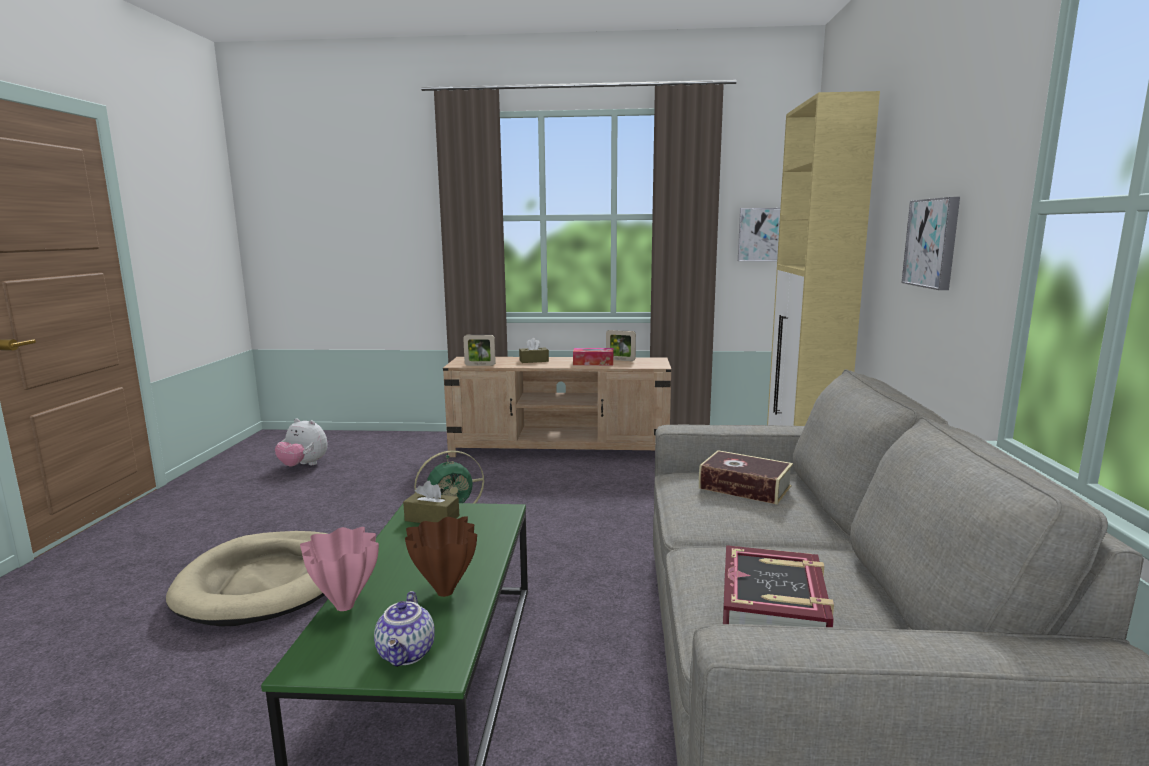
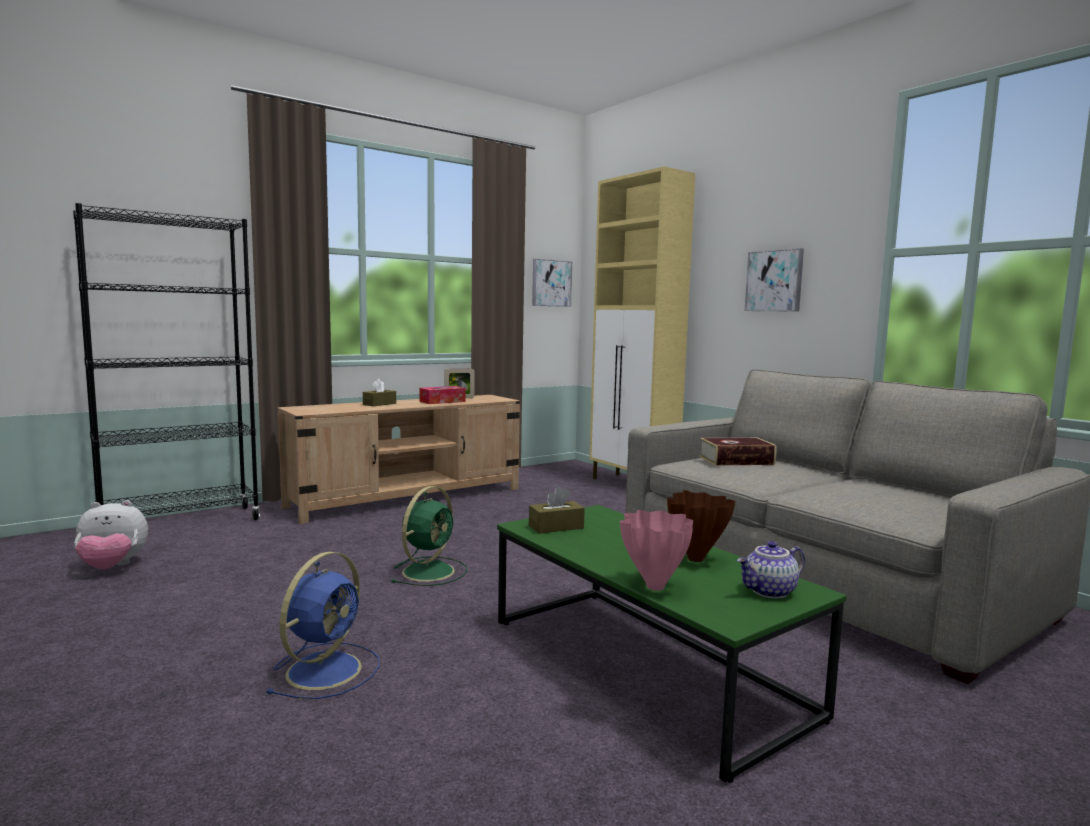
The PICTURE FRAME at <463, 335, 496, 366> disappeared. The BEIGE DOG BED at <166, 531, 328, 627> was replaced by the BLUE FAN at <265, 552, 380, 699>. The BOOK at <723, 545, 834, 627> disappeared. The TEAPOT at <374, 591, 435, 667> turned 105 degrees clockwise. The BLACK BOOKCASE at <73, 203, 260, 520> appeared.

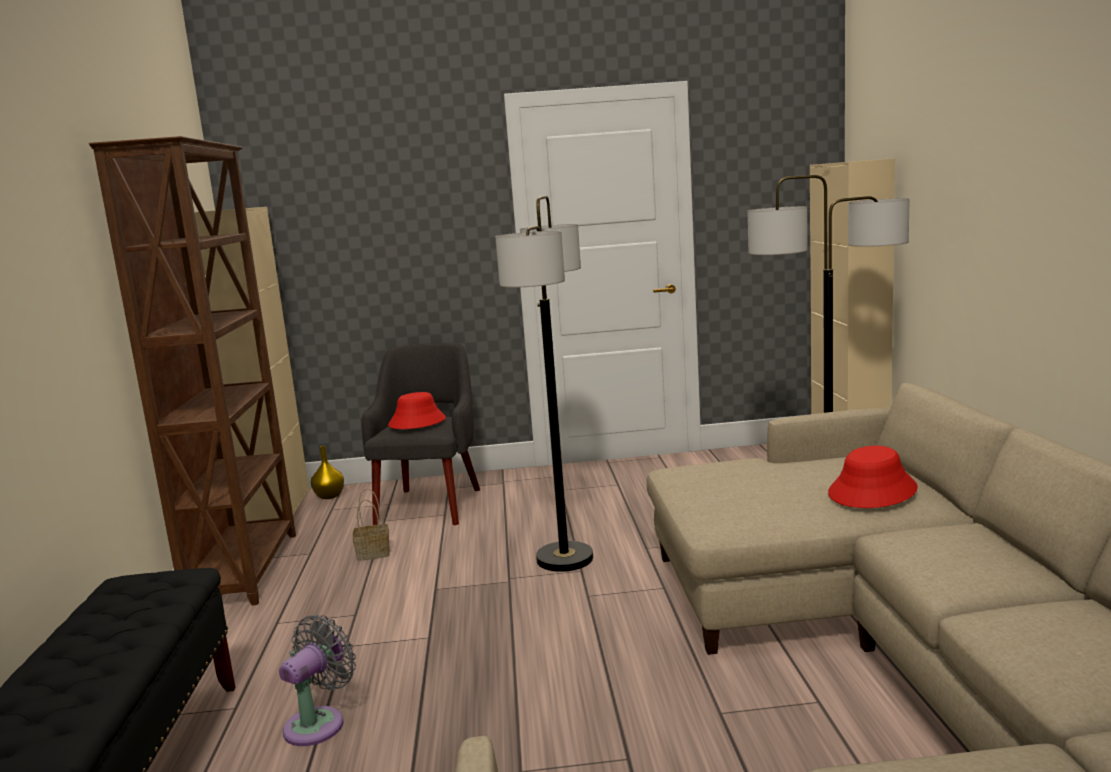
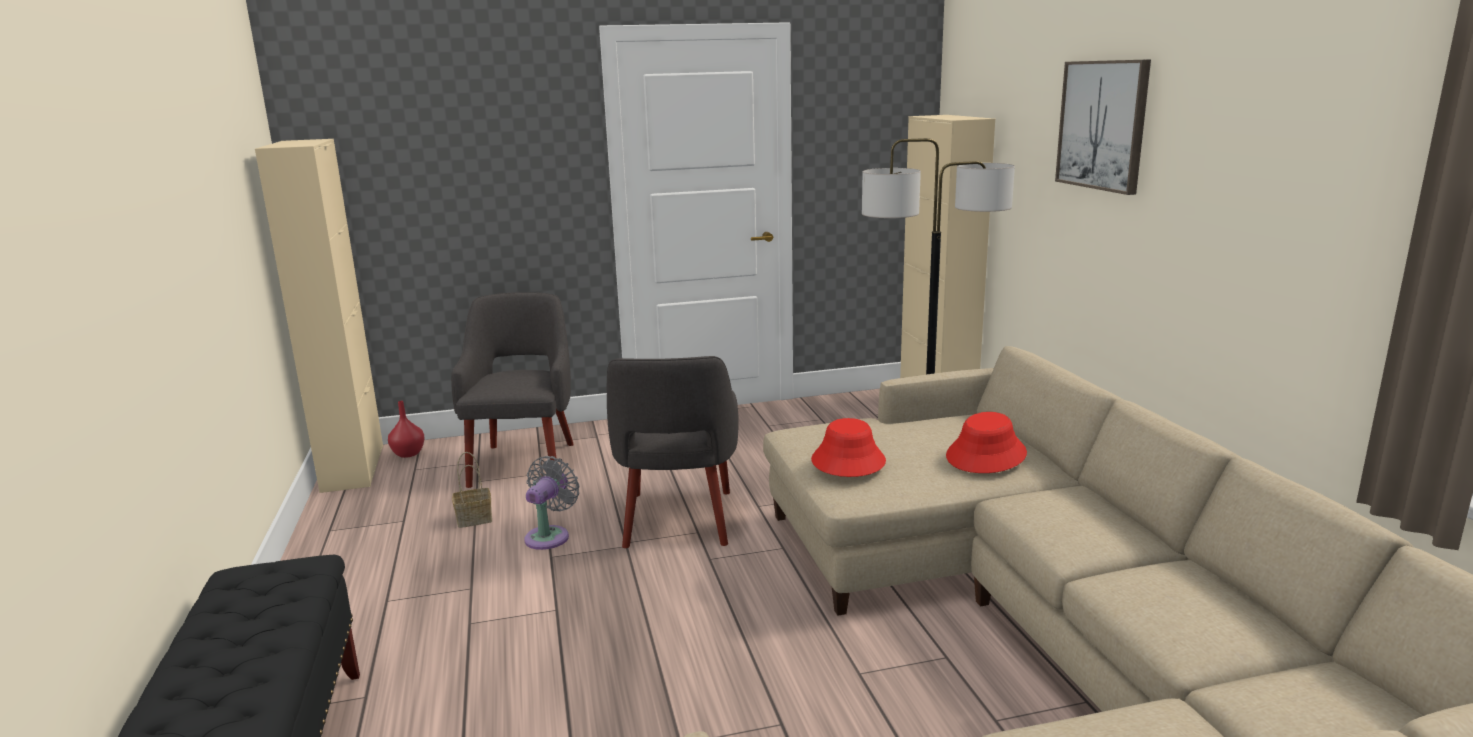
The BROWN BOOKCASE at <89, 136, 296, 606> disappeared. The FLOOR LAMP at <495, 195, 593, 572> was replaced by the GREY ARMCHAIR at <607, 356, 739, 548>. The RED HAT moved from <388, 392, 446, 429> to <811, 418, 886, 477>. The YELLOW VASE at <311, 446, 344, 499> became the RED VASE at <388, 401, 425, 458>. The GREY FAN moved from <279, 615, 356, 746> to <524, 456, 580, 550>. The PICTURE at <1055, 59, 1151, 195> appeared.

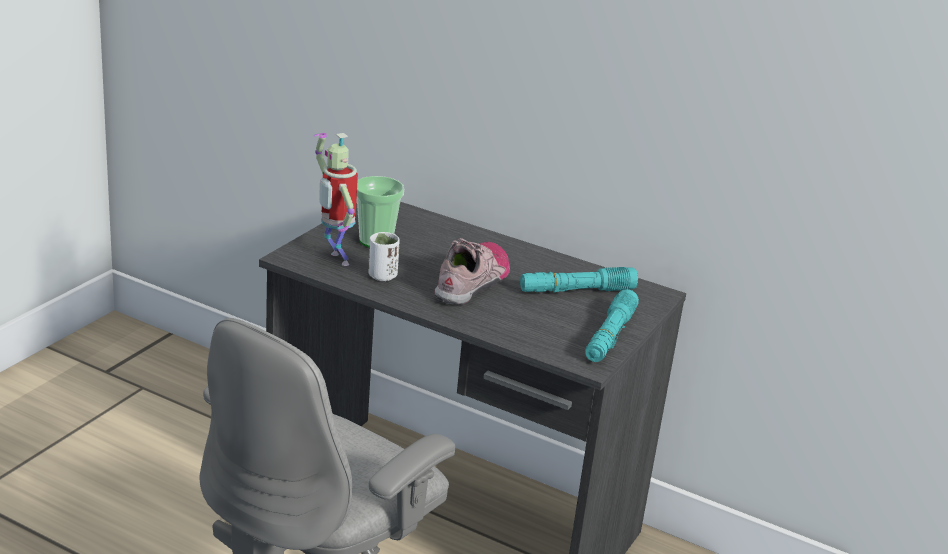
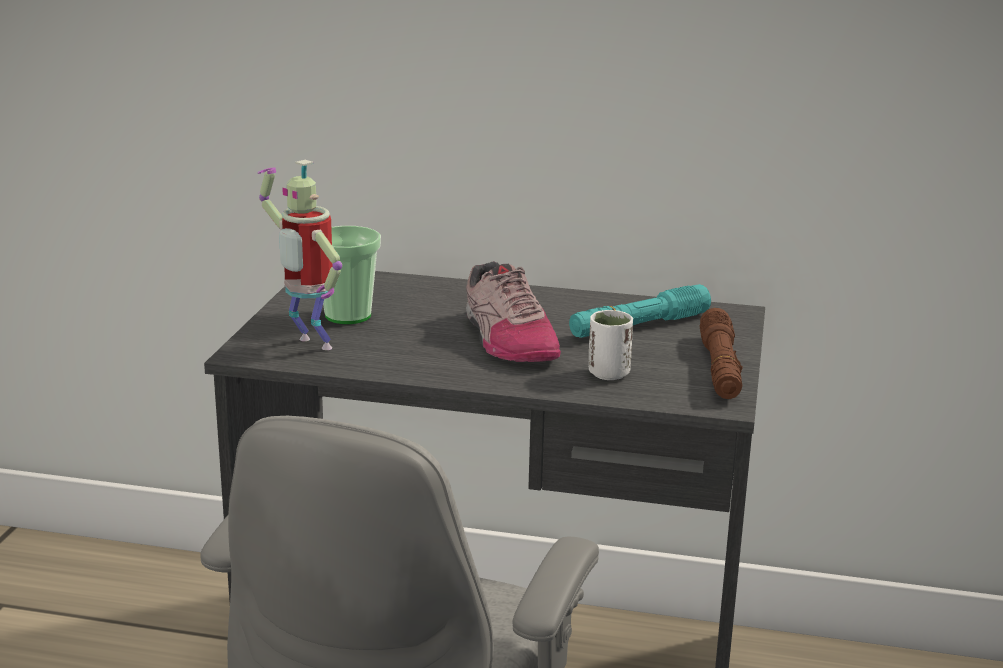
The WHITE CUP moved from <369, 232, 400, 281> to <589, 310, 634, 380>. The SHOE at <434, 238, 510, 305> turned 150 degrees clockwise. The TURQUOISE FLASHLIGHT at <585, 289, 639, 362> became the BROWN FLASHLIGHT at <700, 308, 743, 399>.

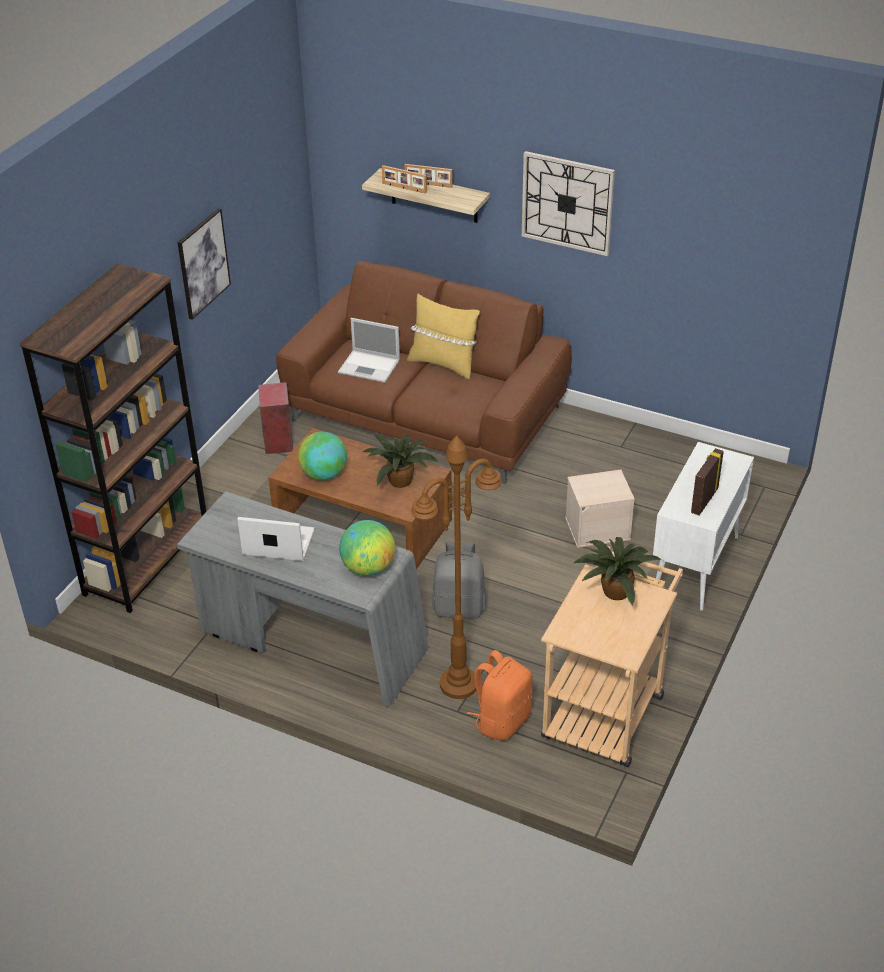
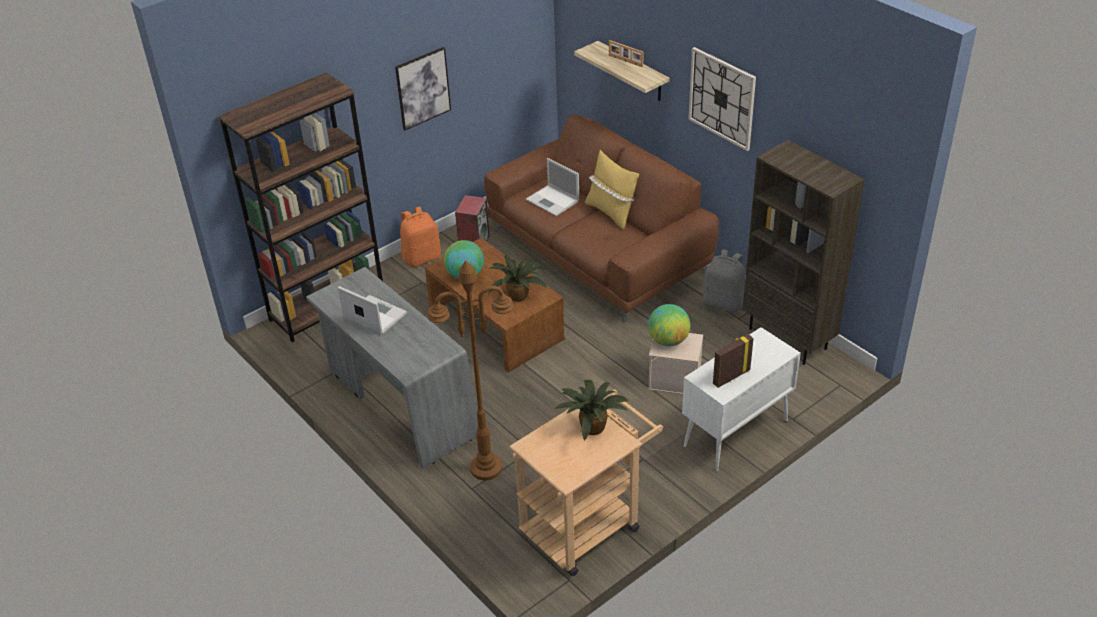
The PICTURE FRAME at <382, 165, 427, 193> disappeared. The GLOBE moved from <339, 520, 395, 576> to <648, 304, 690, 346>. The GREY BACKPACK moved from <432, 542, 486, 619> to <703, 249, 745, 313>. The ORANGE BACKPACK moved from <467, 650, 533, 741> to <400, 207, 441, 267>. The BROWN BOOKCASE at <742, 140, 865, 365> appeared.

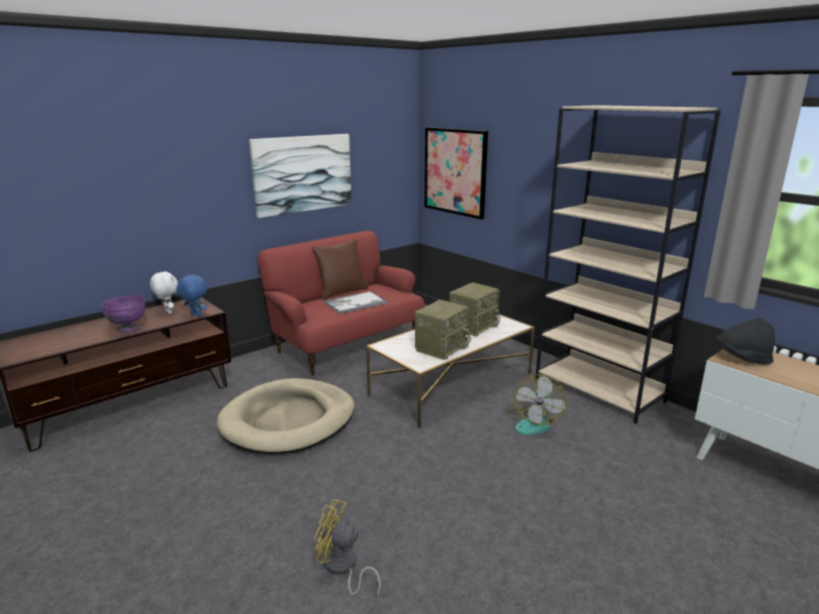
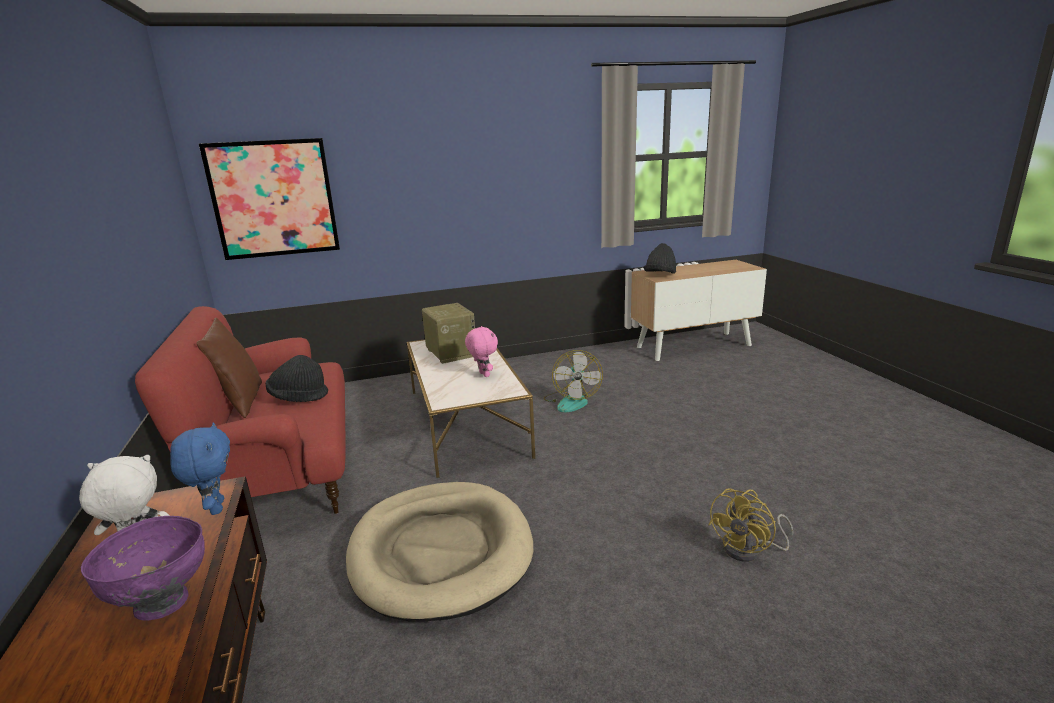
The BEIGE BOOKCASE at <535, 105, 721, 424> disappeared. The PICTURE at <249, 134, 352, 218> disappeared. The BLUE PLUSH TOY at <177, 275, 208, 317> turned 105 degrees clockwise. The TRAY at <324, 291, 387, 314> was replaced by the BLACK HAT at <266, 355, 328, 402>. The RADIO at <415, 300, 471, 360> was replaced by the PINK PLUSH TOY at <465, 326, 498, 377>. The FAN at <507, 374, 567, 435> turned 45 degrees clockwise.

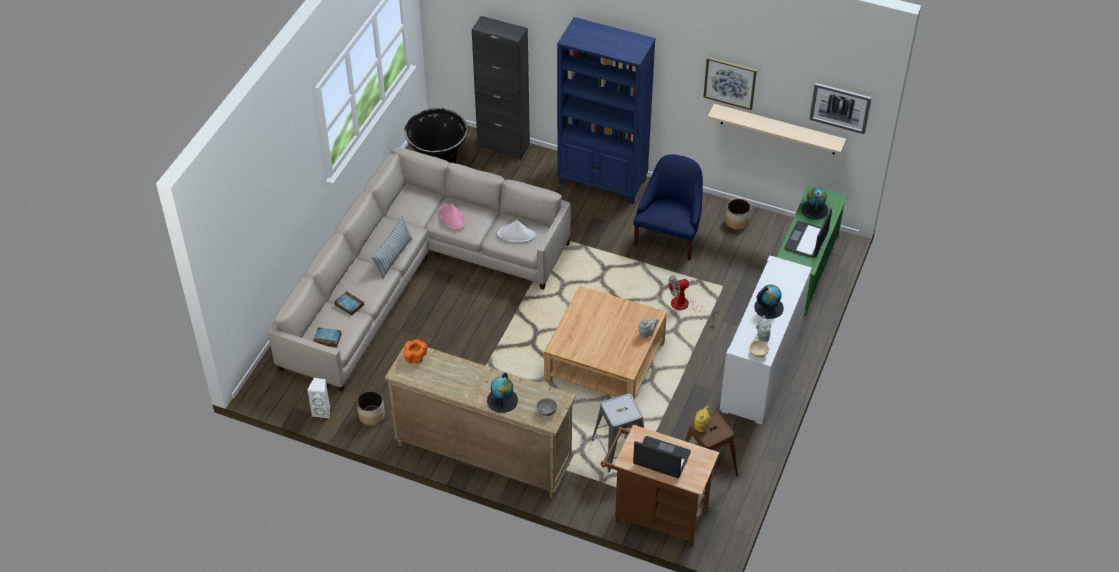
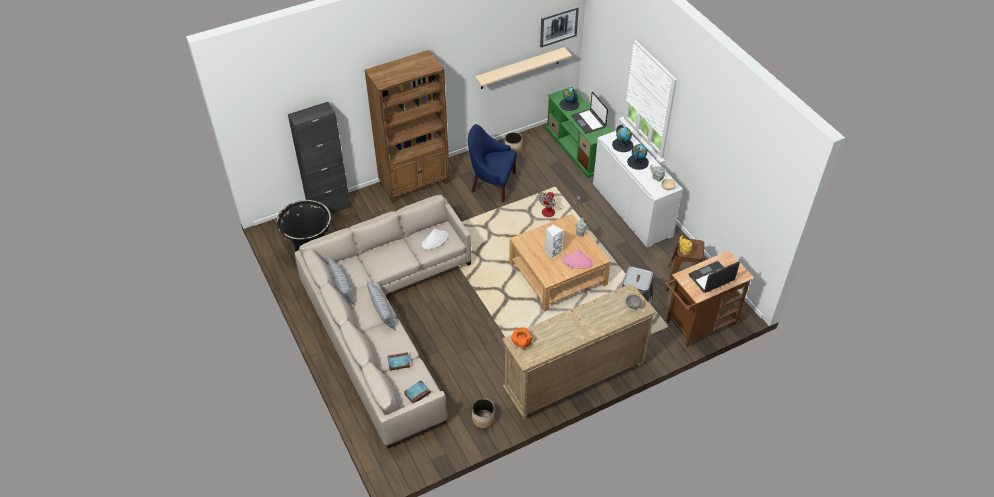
The BLUE BOOKCASE at <557, 17, 656, 204> became the BROWN BOOKCASE at <365, 50, 450, 203>. The PICTURE at <703, 57, 757, 110> disappeared. The BLUE ARMCHAIR at <633, 154, 703, 261> turned 45 degrees counterclockwise. The PINK HAT moved from <439, 203, 465, 230> to <562, 250, 593, 269>. The GLOBE moved from <487, 372, 518, 413> to <612, 125, 633, 152>. The WHITE SPEAKER moved from <307, 378, 330, 418> to <545, 224, 564, 259>. The PILLOW at <327, 257, 355, 306> appeared.

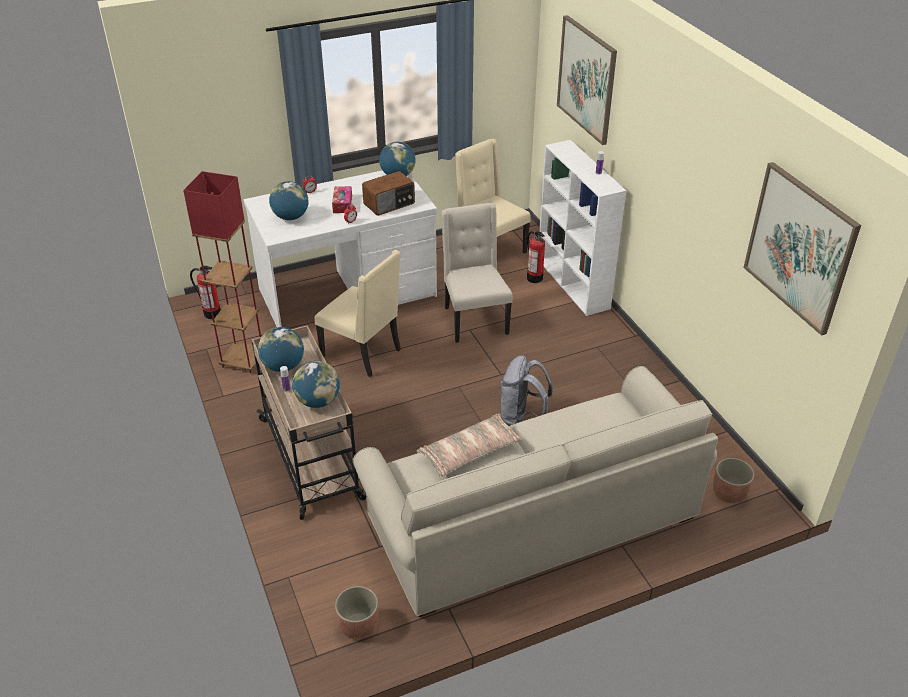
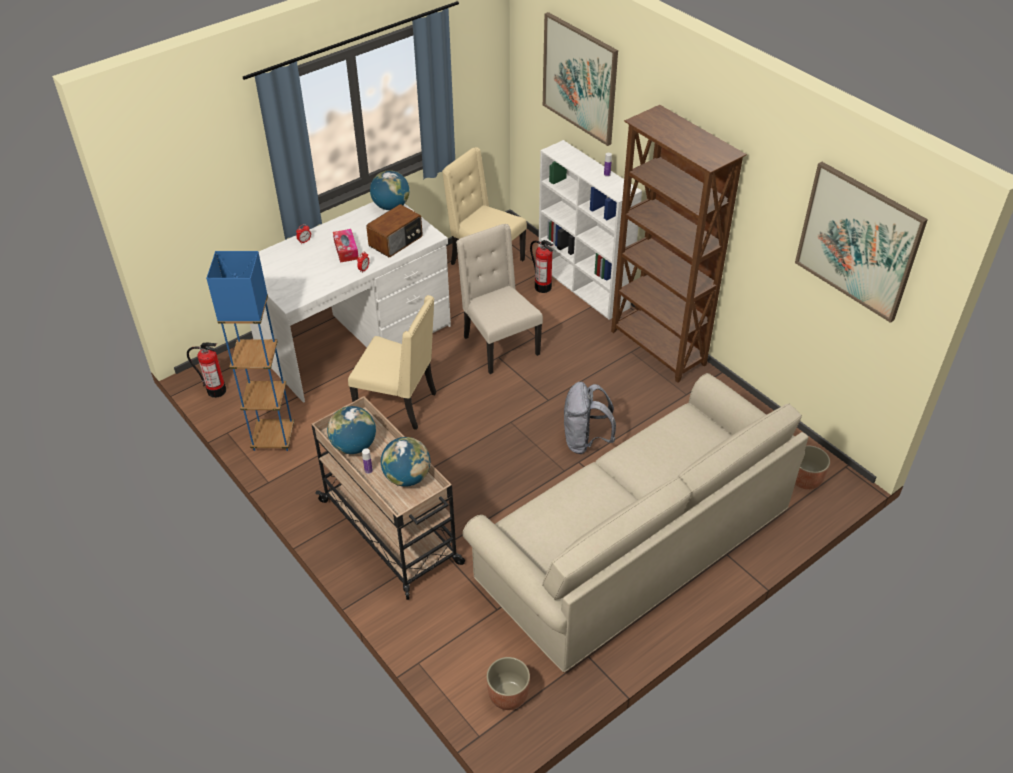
The RED FLOOR LAMP at <183, 171, 261, 373> became the BLUE FLOOR LAMP at <206, 251, 294, 451>. The GLOBE at <269, 181, 308, 220> disappeared. The PILLOW at <417, 413, 522, 477> disappeared. The BROWN BOOKCASE at <611, 105, 747, 383> appeared.

